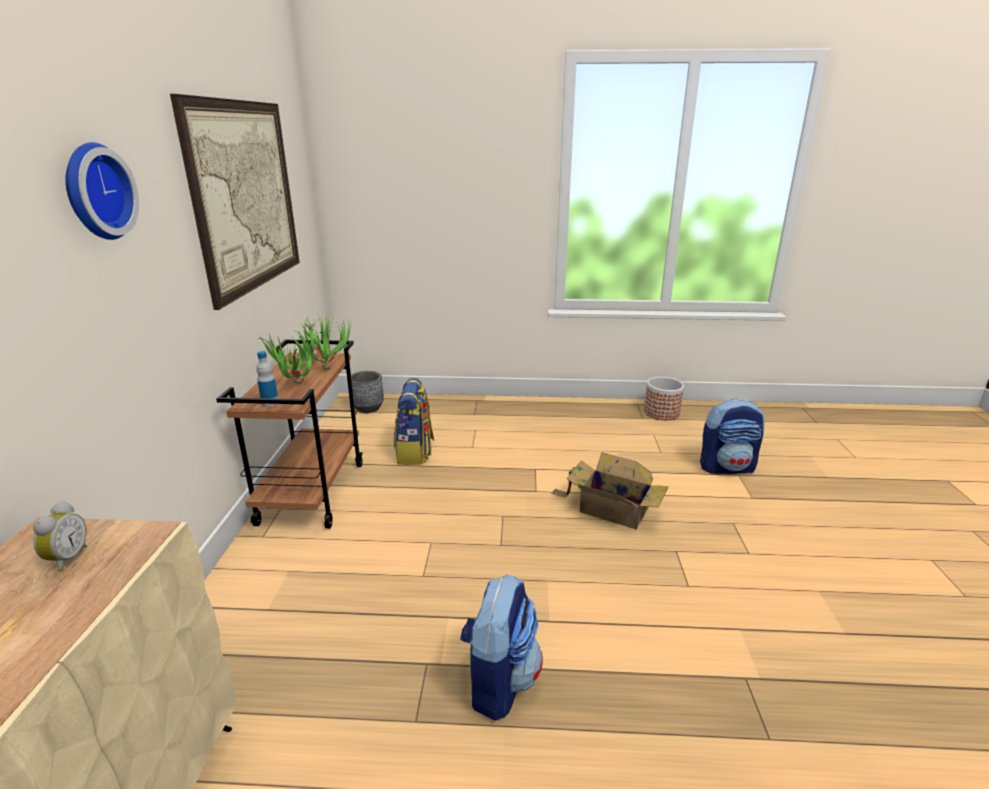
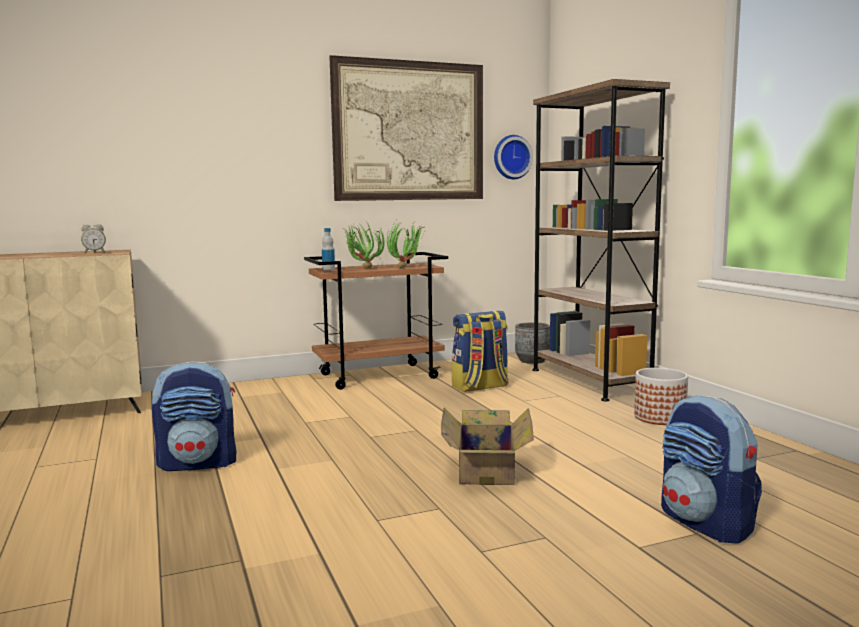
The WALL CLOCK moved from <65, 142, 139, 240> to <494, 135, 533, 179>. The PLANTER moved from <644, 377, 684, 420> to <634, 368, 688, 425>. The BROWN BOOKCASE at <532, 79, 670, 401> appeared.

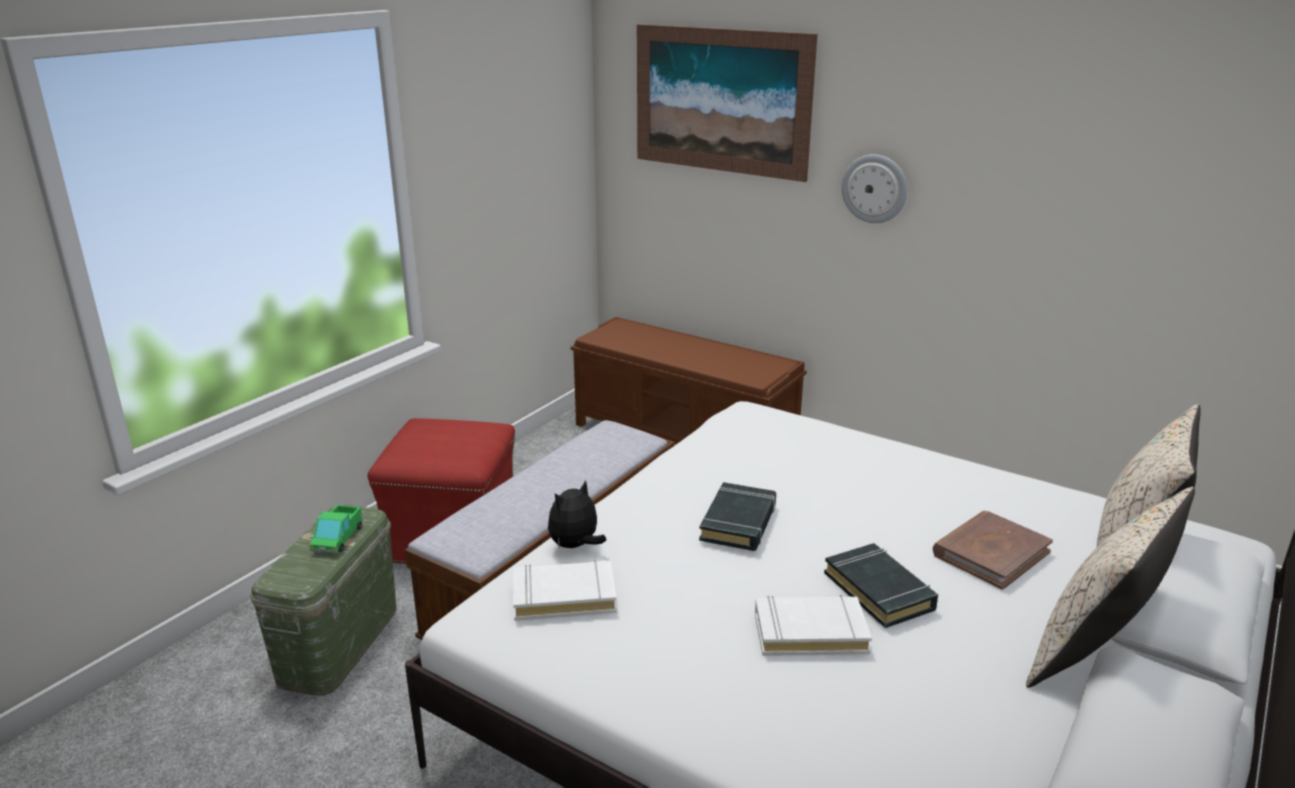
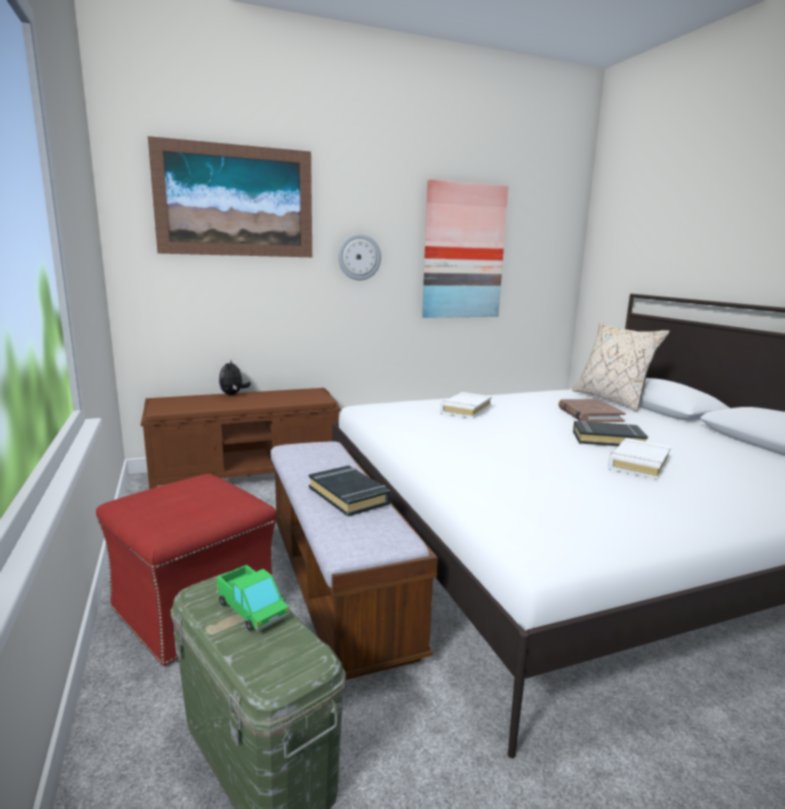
The PLUSH TOY moved from <548, 480, 606, 548> to <219, 359, 251, 395>. The BLACK BOOK moved from <699, 482, 776, 551> to <309, 466, 391, 516>. The BEIGE PILLOW at <1026, 487, 1195, 688> disappeared. The WHITE BOOK moved from <513, 560, 617, 621> to <440, 392, 492, 418>. The PICTURE at <422, 180, 508, 318> appeared.

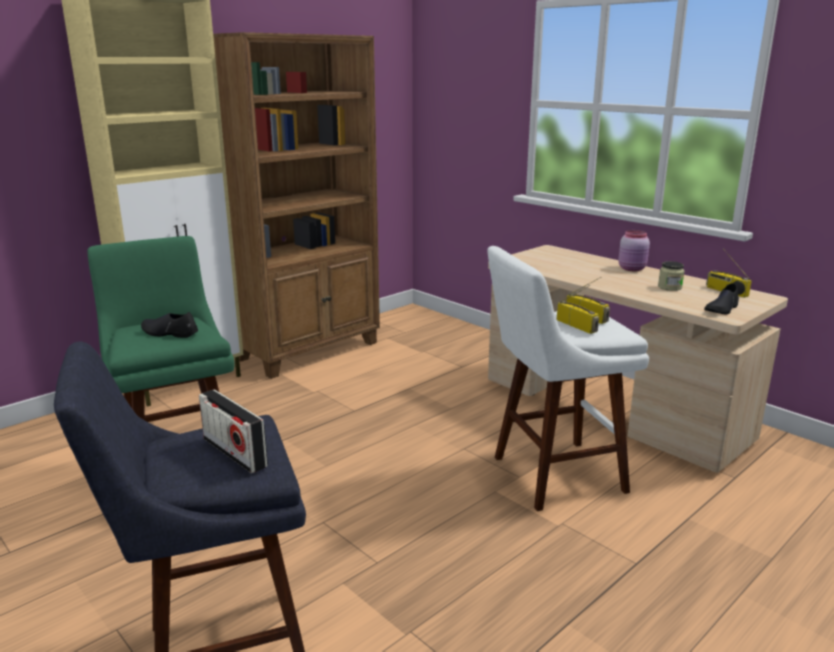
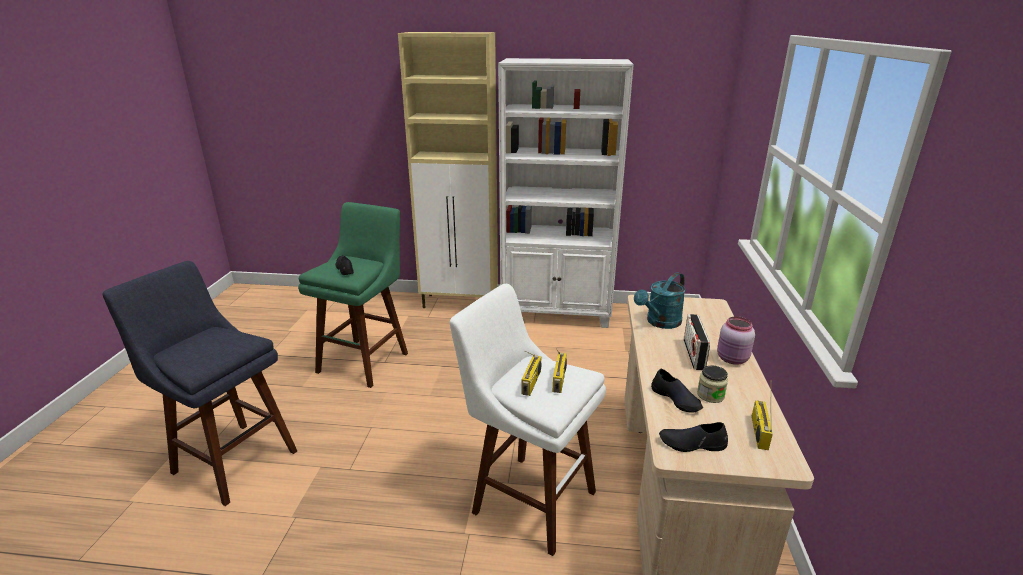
The BROWN BOOKCASE at <213, 32, 380, 379> became the WHITE BOOKCASE at <498, 58, 634, 328>. The RADIO moved from <199, 389, 268, 473> to <684, 314, 710, 370>. The TURQUOISE WATERING CAN at <634, 272, 686, 329> appeared. The BLACK SHOE at <651, 369, 703, 413> appeared.

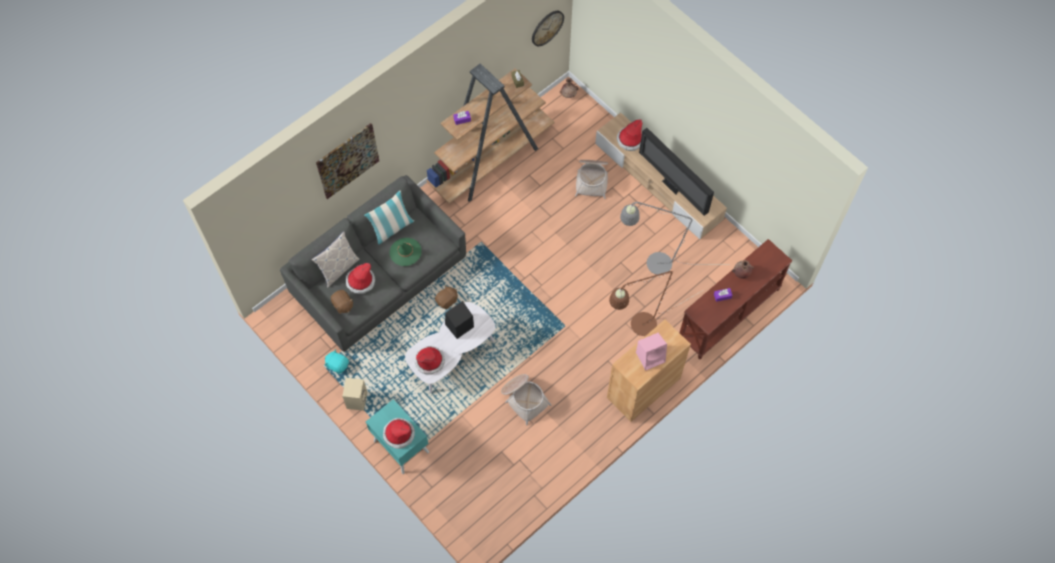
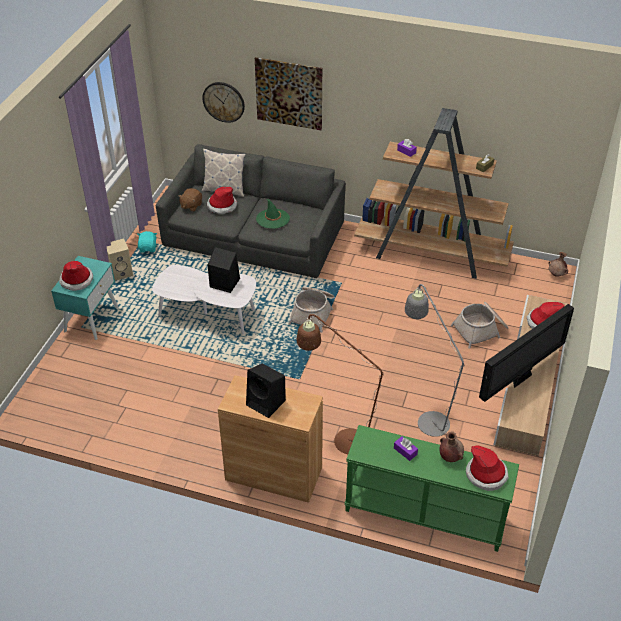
The WALL CLOCK moved from <532, 11, 564, 46> to <202, 82, 245, 123>. The TELEVISION at <639, 128, 714, 216> turned 150 degrees counterclockwise. The PILLOW at <364, 191, 414, 245> disappeared. The BROWN CONSOLE TABLE at <680, 239, 792, 359> became the GREEN CONSOLE TABLE at <345, 425, 519, 552>. The BROWN PLUSH TOY at <435, 285, 458, 309> disappeared. The PINK SPEAKER at <636, 333, 667, 371> became the BLACK SPEAKER at <246, 363, 286, 418>. The HAT moved from <415, 346, 445, 374> to <466, 445, 509, 491>. The BASKET moved from <501, 374, 552, 425> to <288, 287, 334, 333>.

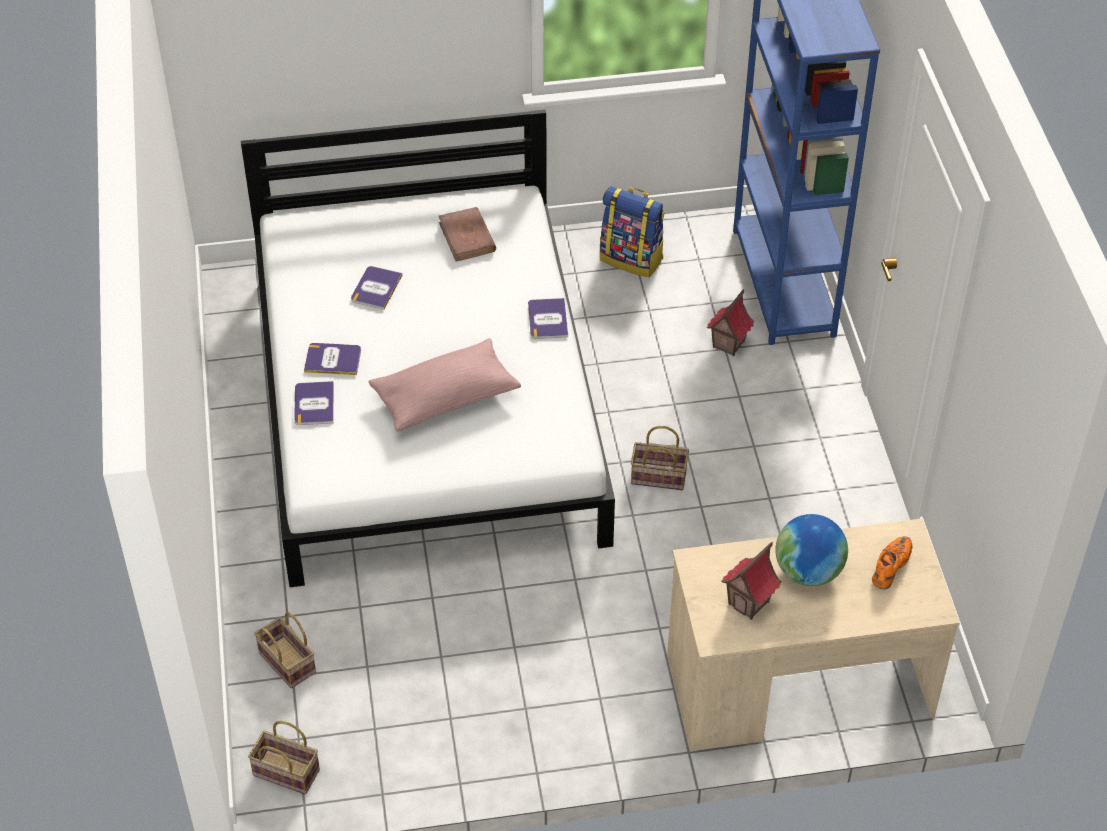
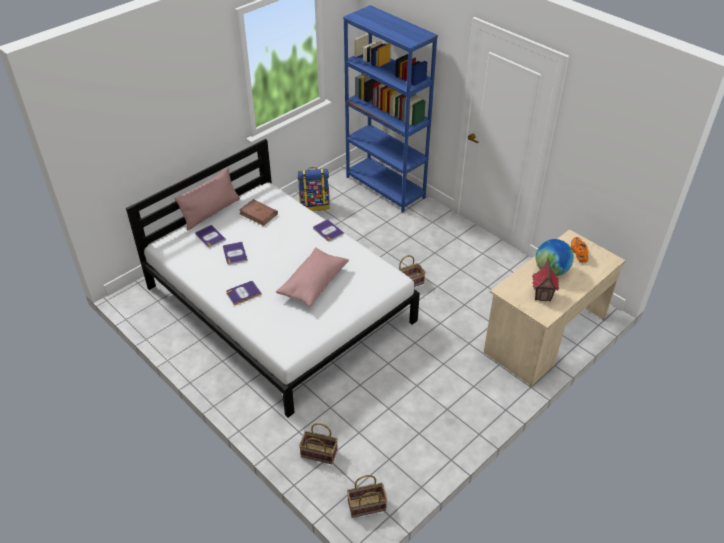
The TOY HOUSE at <707, 289, 754, 356> disappeared. The BOOK moved from <294, 381, 334, 425> to <195, 225, 226, 248>. The PINK PILLOW at <175, 168, 240, 230> appeared.

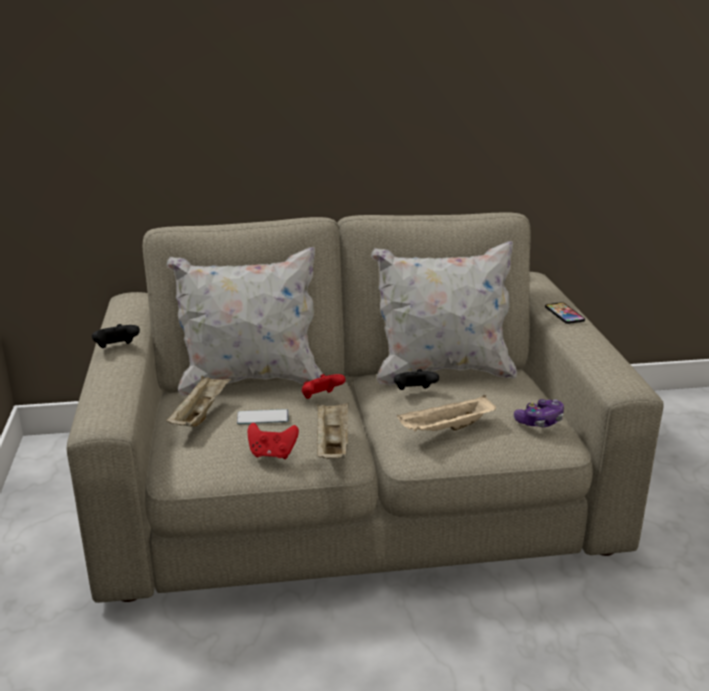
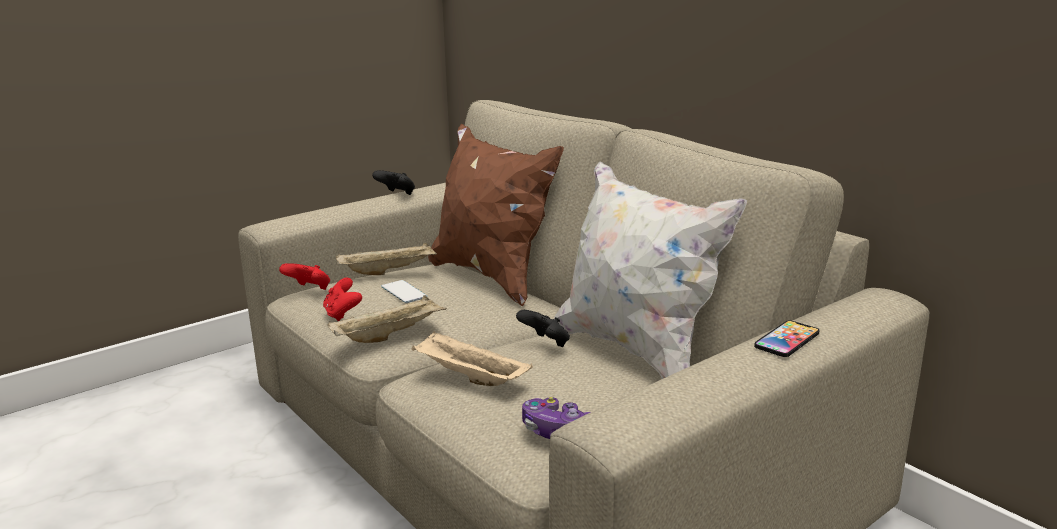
The WHITE PILLOW at <166, 247, 323, 396> became the BROWN PILLOW at <428, 124, 564, 306>. The RED GAME CONTROLLER moved from <302, 374, 346, 399> to <279, 263, 330, 290>.

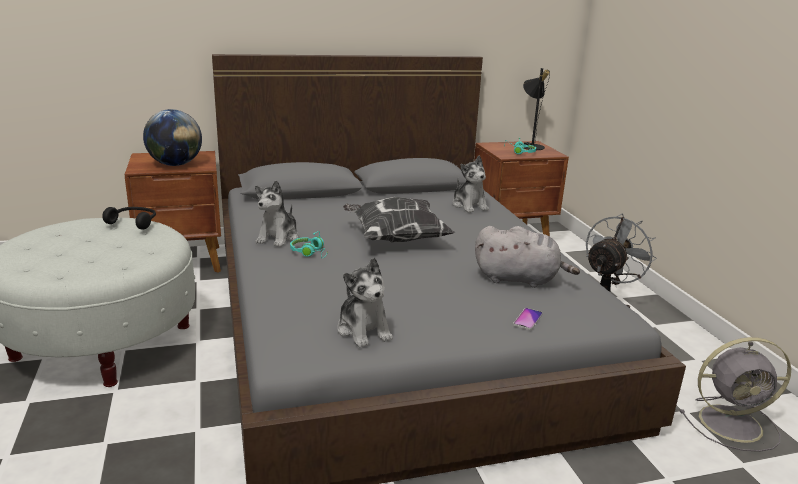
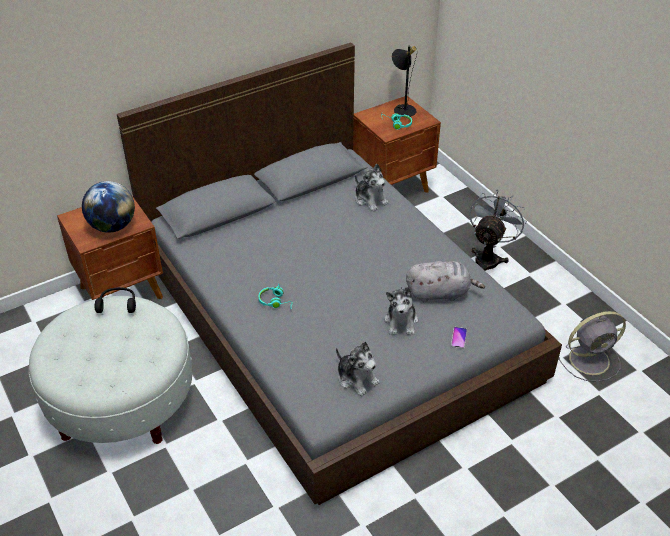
The PLUSH TOY moved from <255, 180, 298, 247> to <384, 287, 418, 335>. The PILLOW at <343, 197, 455, 243> disappeared.

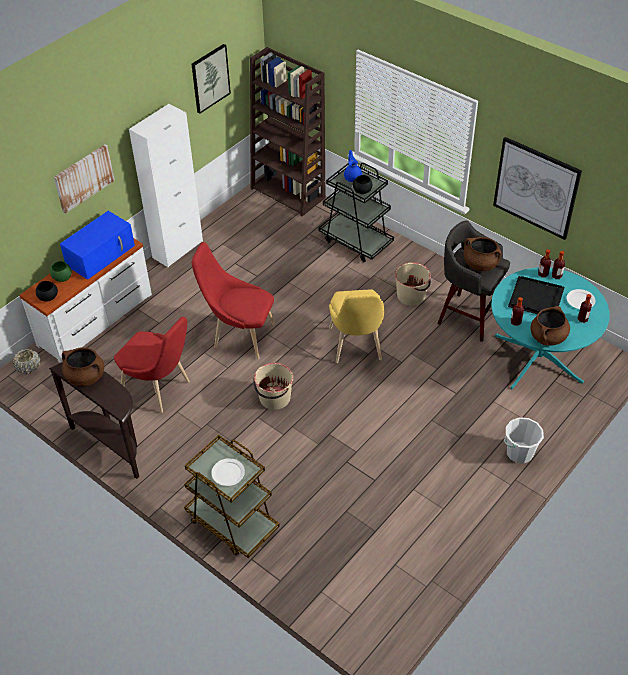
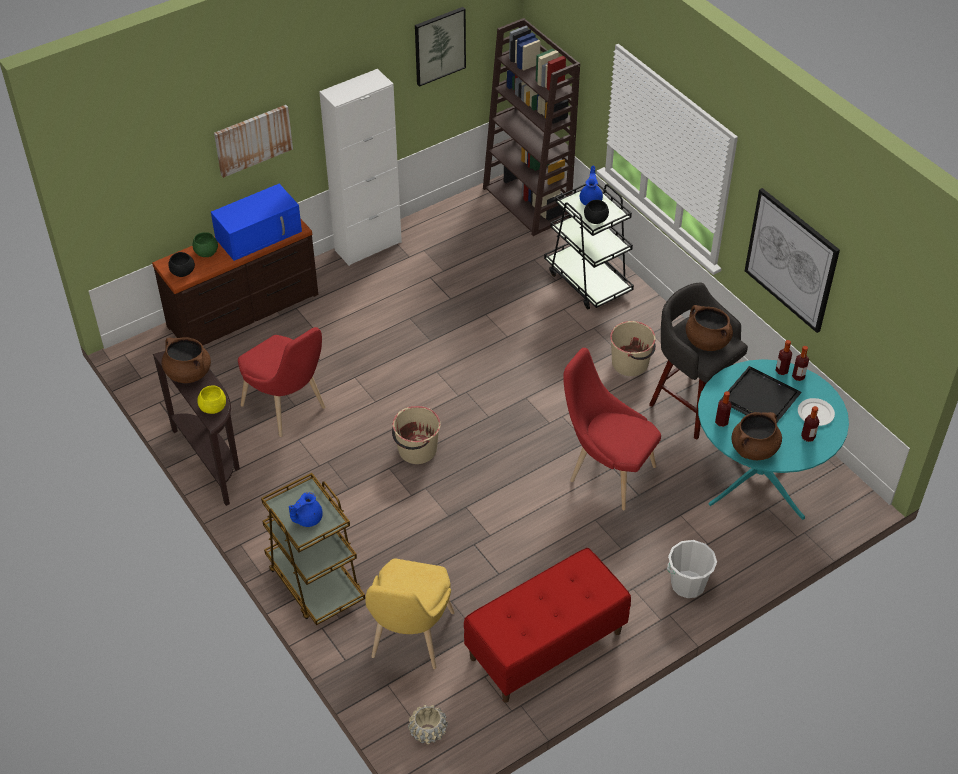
The WHITE DRESSER at <19, 238, 152, 363> became the BROWN DRESSER at <152, 218, 318, 345>. The RED CHAIR moved from <192, 242, 275, 359> to <563, 348, 661, 510>. The YELLOW CHAIR moved from <329, 289, 385, 363> to <366, 558, 455, 669>. The BEIGE PLANTER moved from <13, 349, 40, 374> to <408, 705, 448, 744>. The WHITE PLATE at <211, 458, 245, 486> was replaced by the BLUE TEAPOT at <289, 492, 323, 527>. The YELLOW BOWL at <197, 386, 226, 414> appeared. The RED BENCH at <464, 548, 631, 703> appeared.

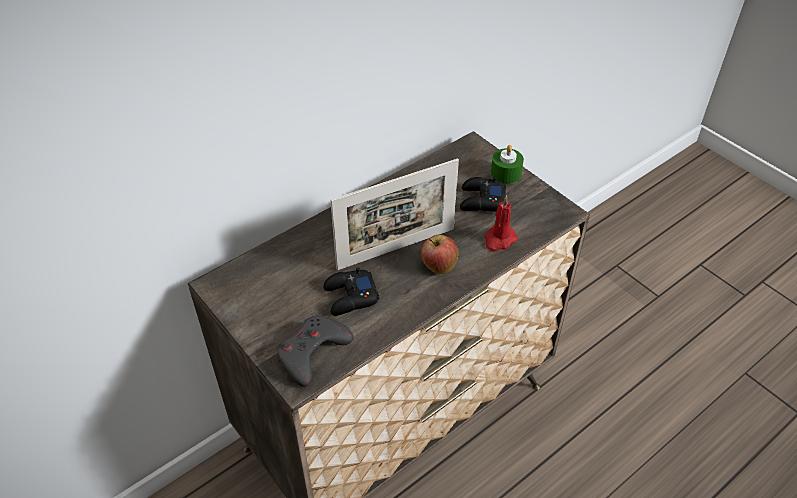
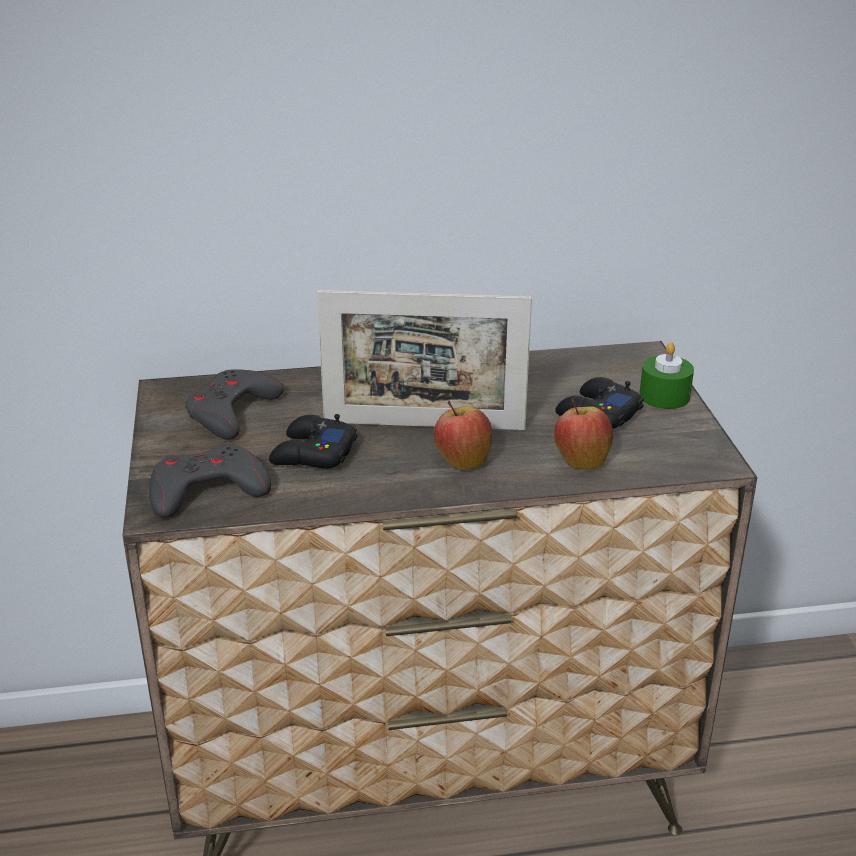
The RED CANDLE at <484, 195, 518, 251> was replaced by the APPLE at <554, 399, 613, 469>. The GREY GAME CONTROLLER at <185, 369, 284, 440> appeared.

